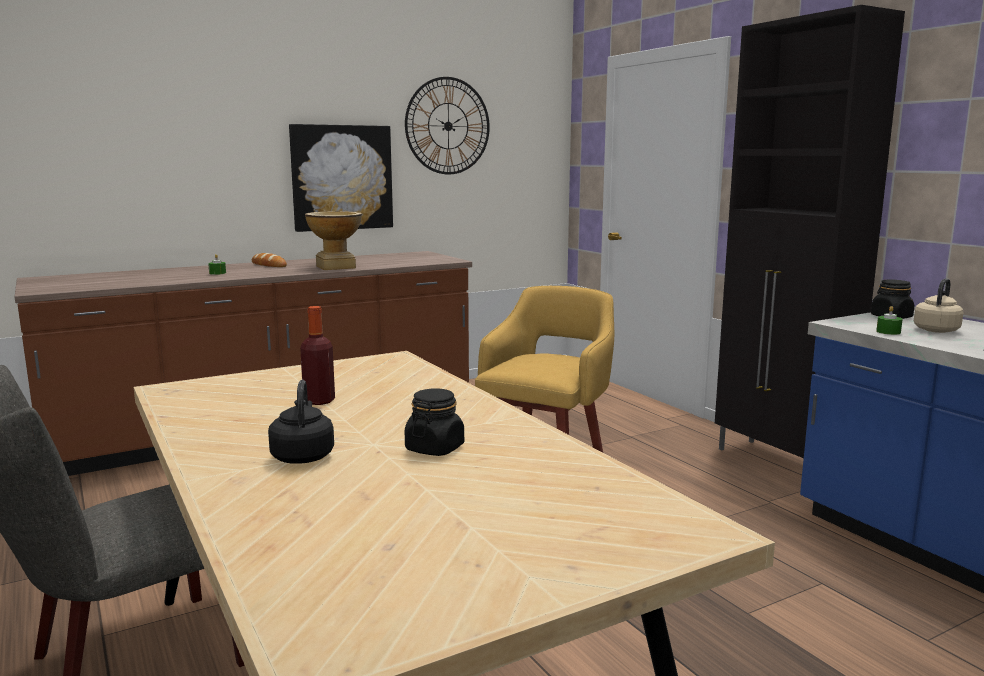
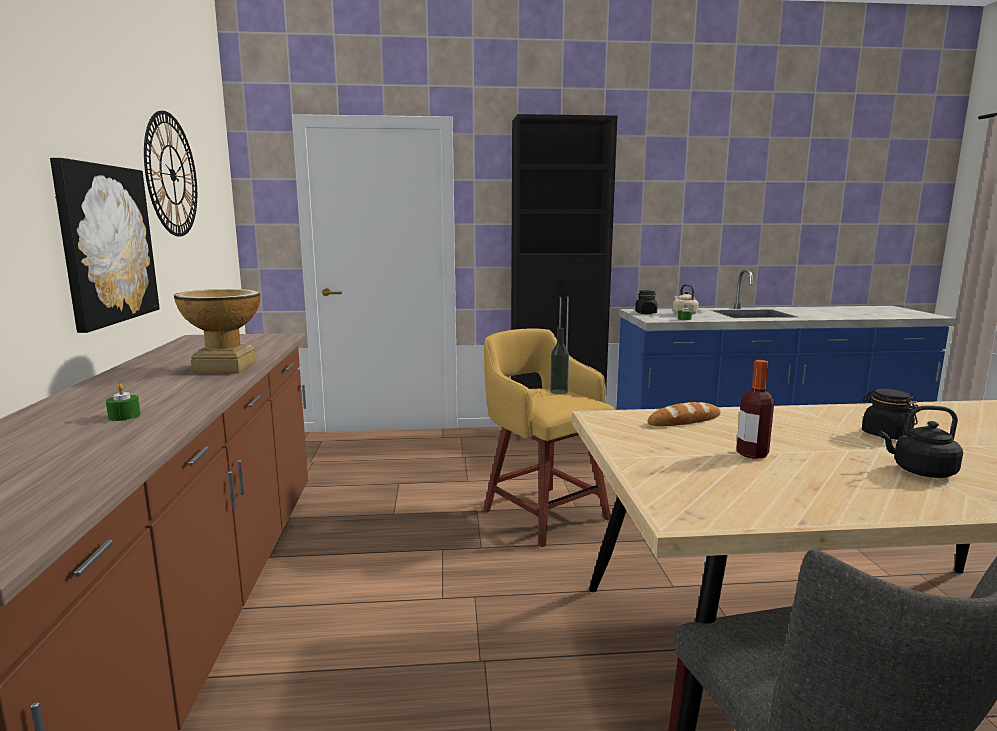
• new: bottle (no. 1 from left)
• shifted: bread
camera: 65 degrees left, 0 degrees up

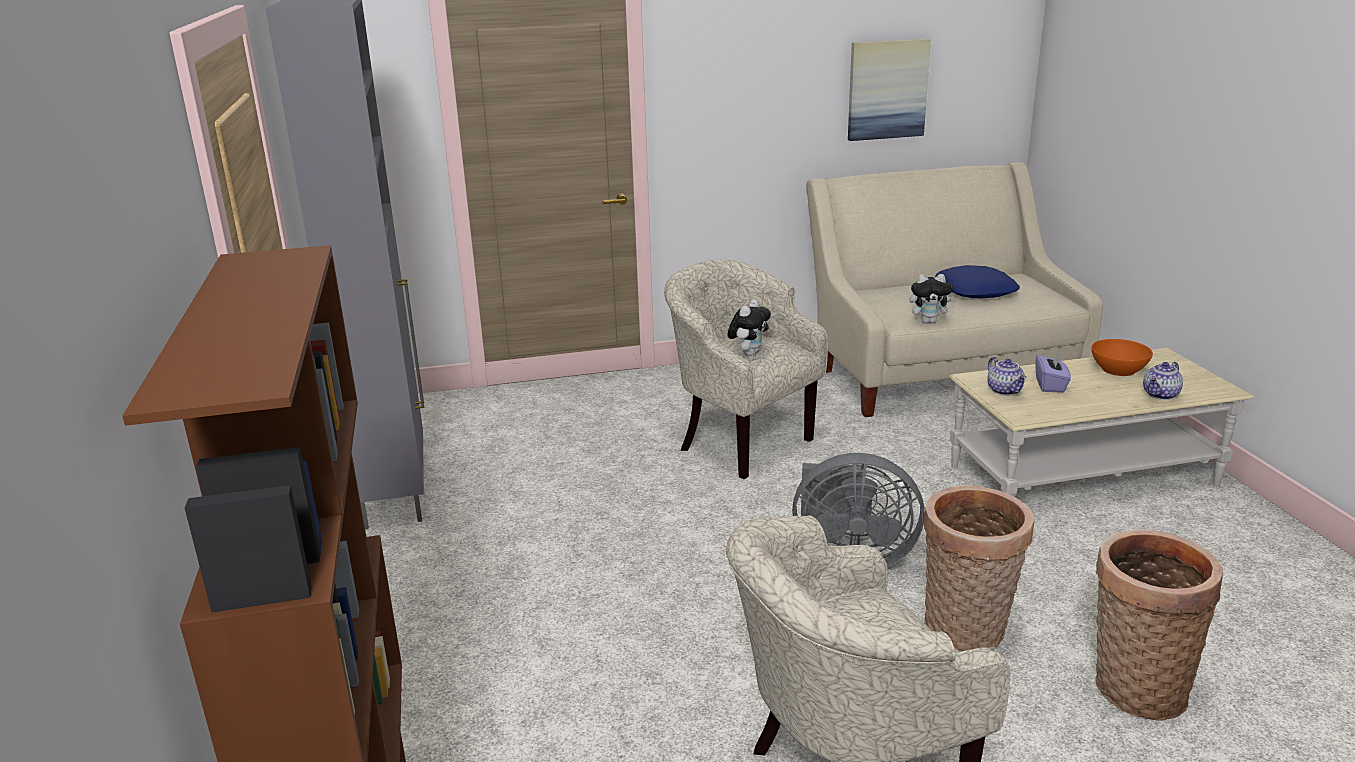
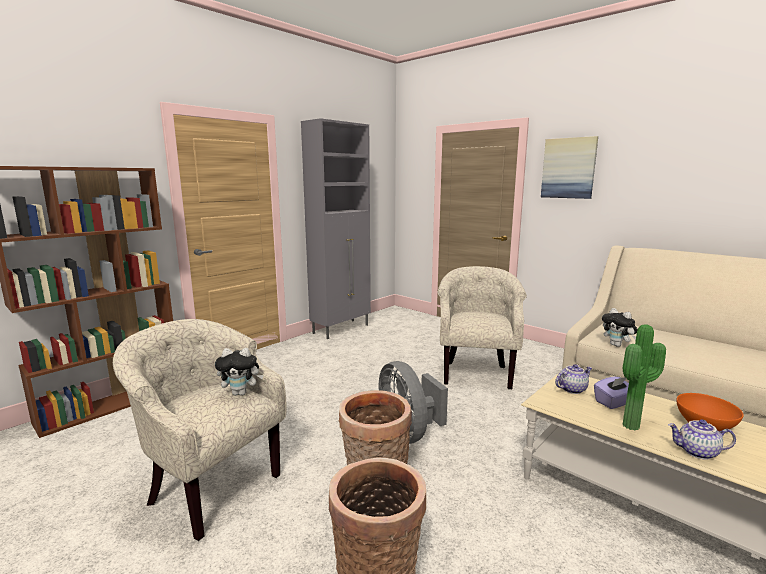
• shifted: plush toy (no. 1 from left)
• shifted: picture
• rotated: teapot (no. 1 from left) 150 degrees counterclockwise
• new: potted plant
• gone: blue pillow
camera: 55 degrees right, 10 degrees down

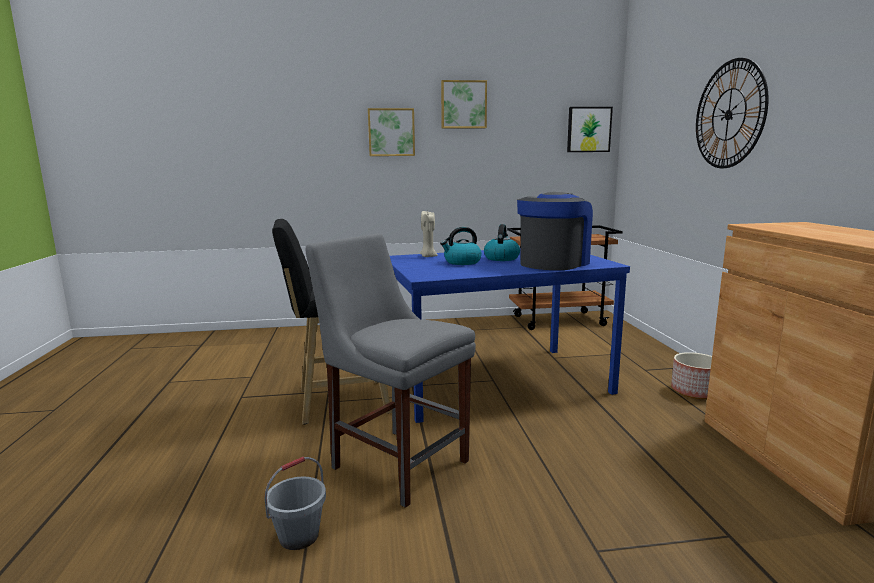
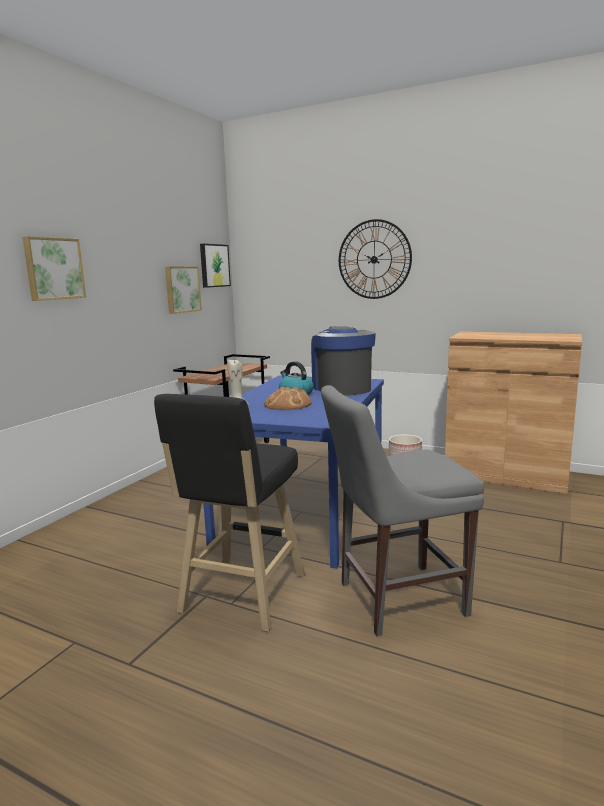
• shifted: picture (no. 2 from left)
• swapped: kettle (no. 1 from left) to bread
• gone: grey bucket
camera: 55 degrees left, 0 degrees up

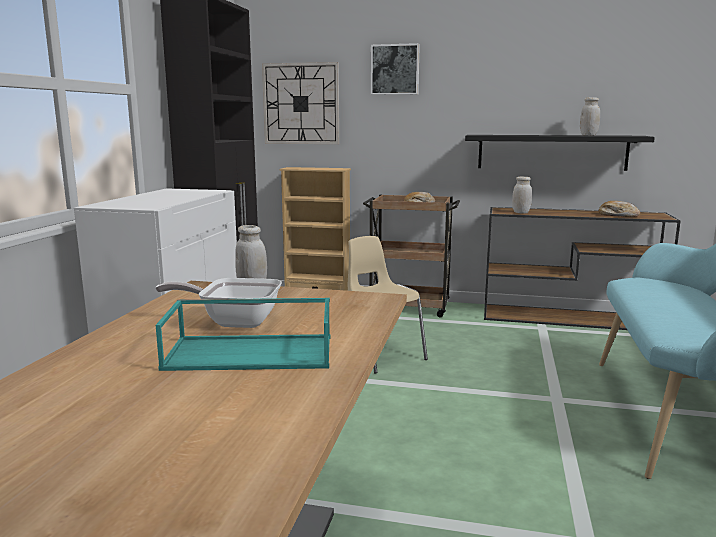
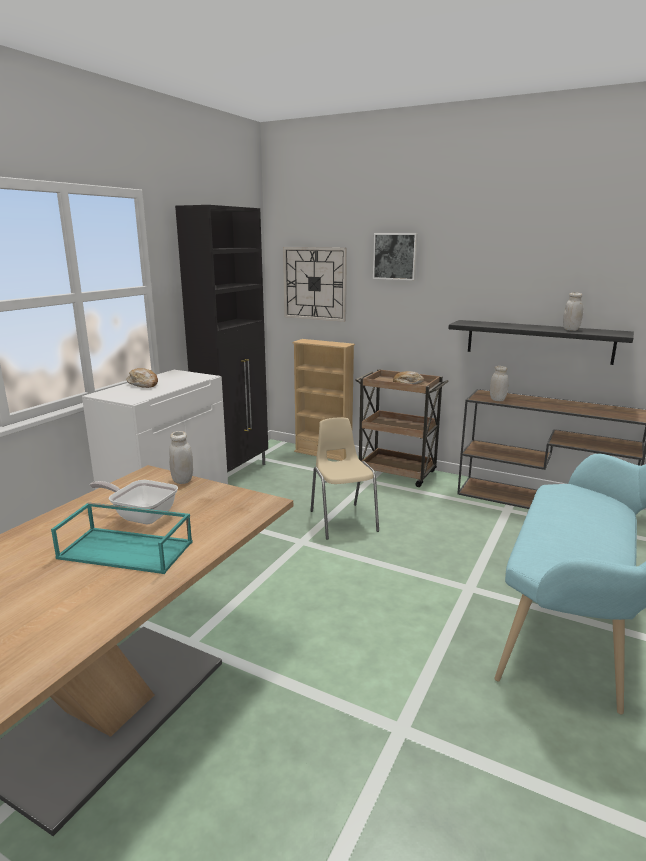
• shifted: bread (no. 2 from left in the first image) to bread (no. 1 from left)
camera: 15 degrees right, 5 degrees up

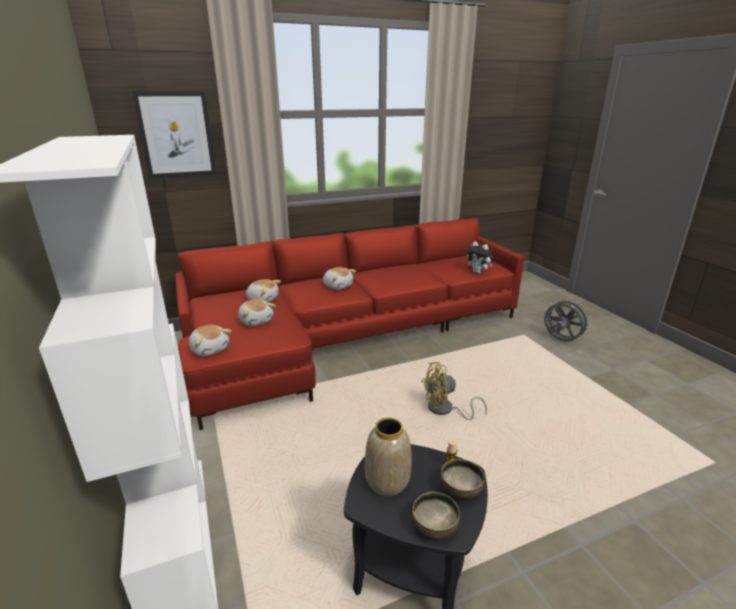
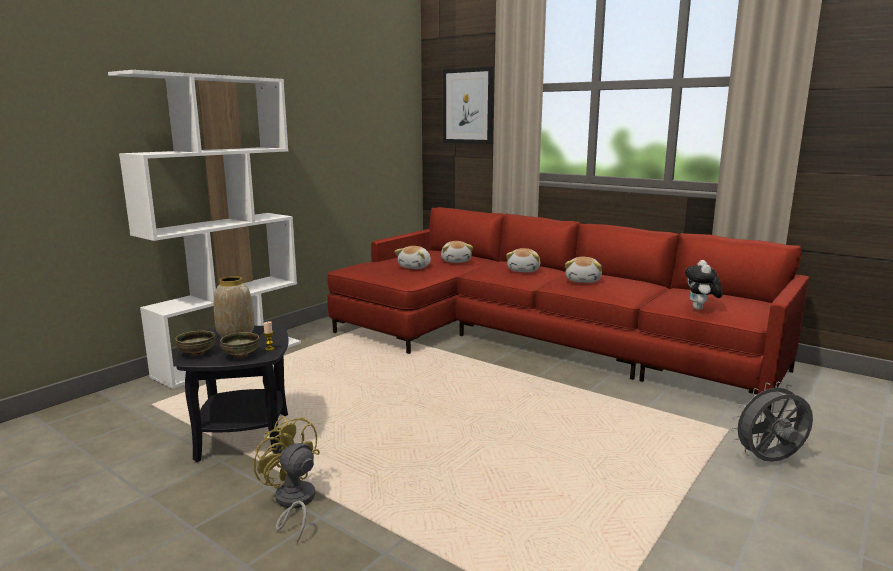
• shifted: yellow fan
• shifted: plush toy (no. 1 from left in the first image) to plush toy (no. 4 from left)
• rotated: grey fan 120 degrees counterclockwise
camera: 60 degrees right, 10 degrees down

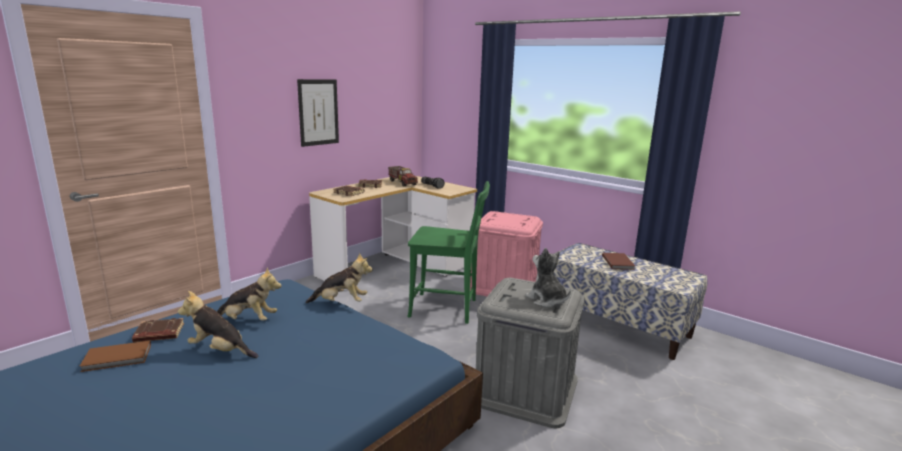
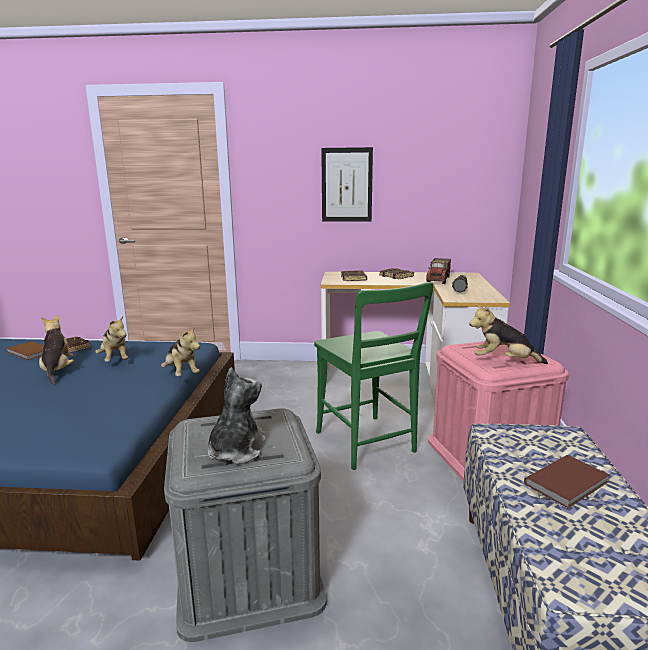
• new: plush toy (no. 5 from left)
camera: 55 degrees right, 0 degrees up

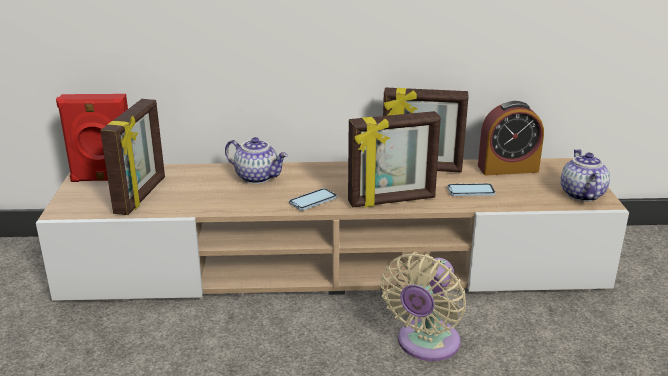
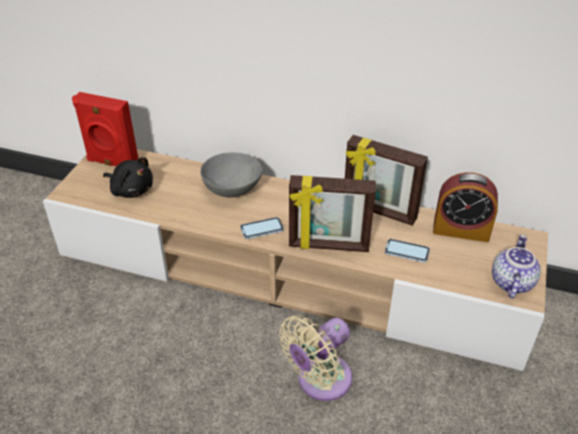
• swapped: picture frame (no. 1 from left) to black plush toy
• swapped: teapot (no. 1 from left) to grey bowl
camera: 20 degrees right, 15 degrees up

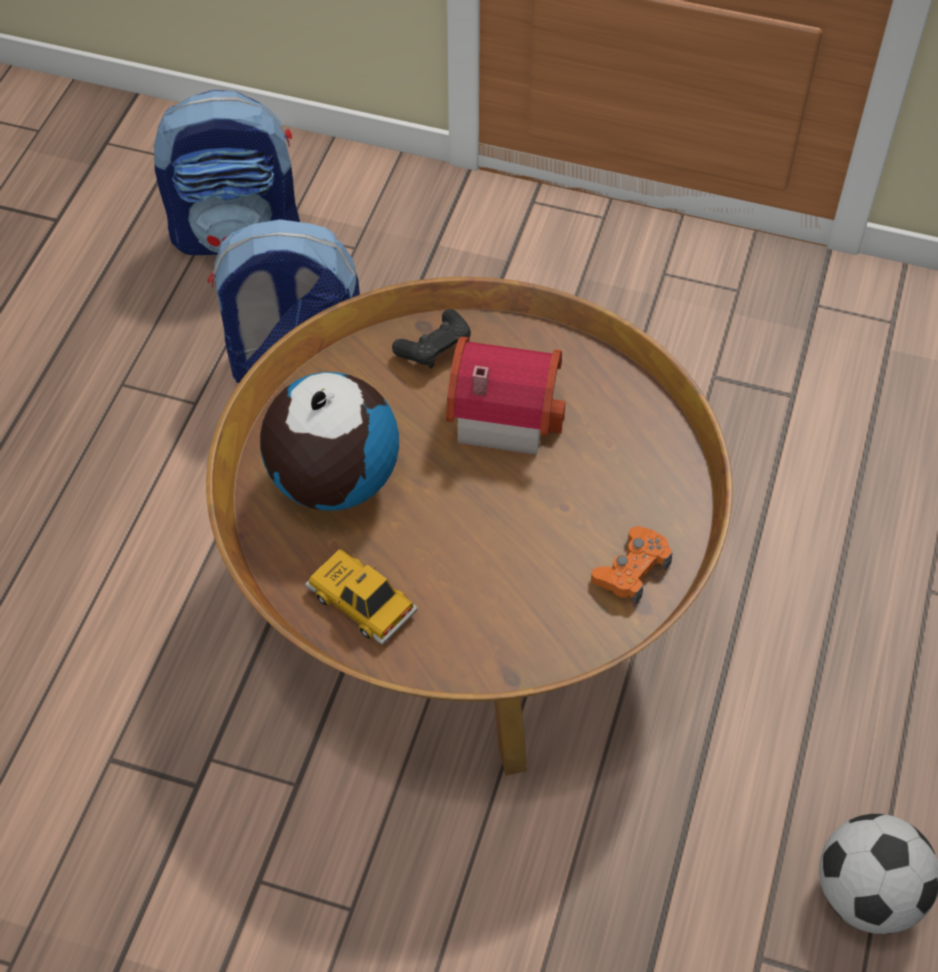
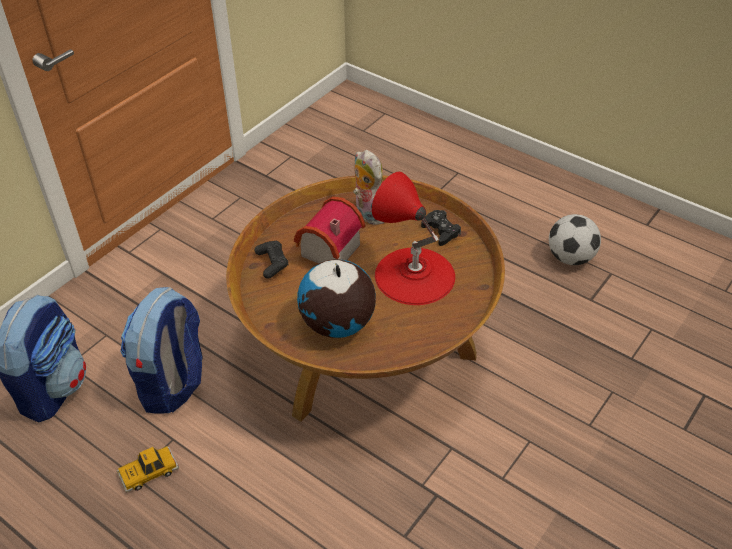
• shifted: toy car
• new: plush toy
• new: red table lamp
• repainted: orange game controller to black game controller (no. 2 from left)
camera: 70 degrees left, 10 degrees down

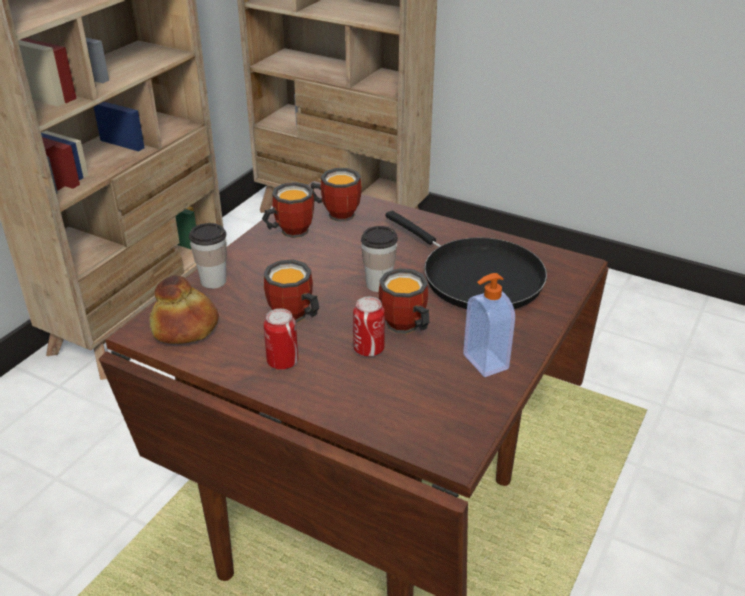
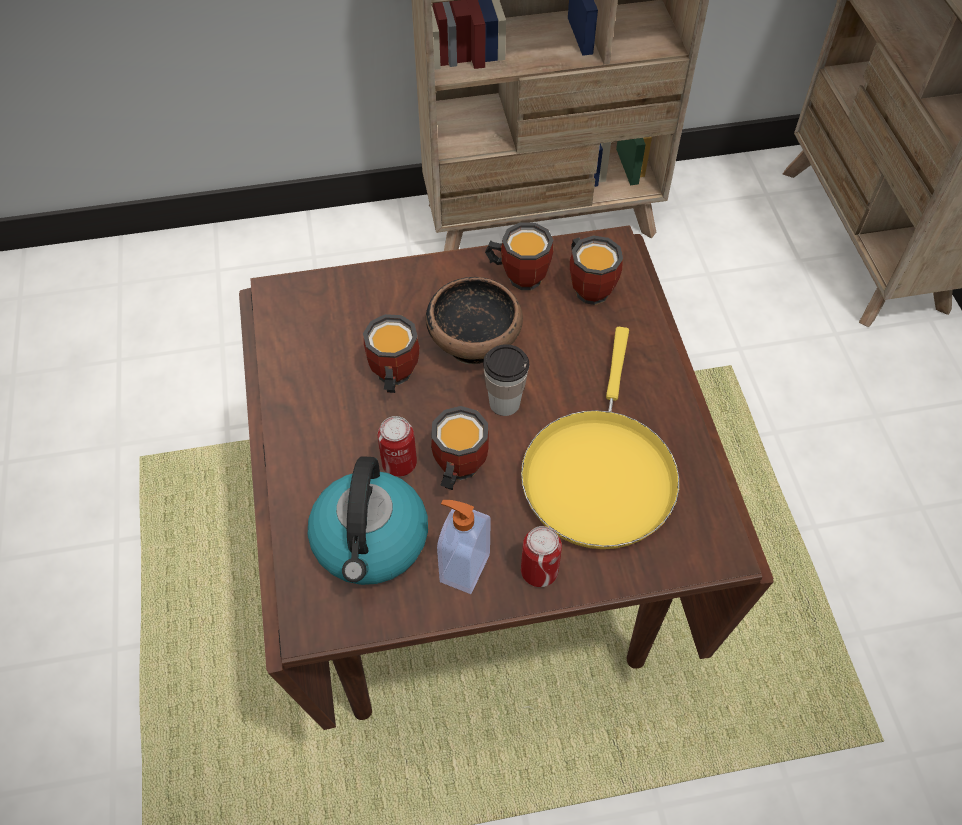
• new: kettle
• new: bowl
• repainted: black frying pan to yellow frying pan
• shifted: can (no. 1 from left in the first image) to can (no. 2 from left)
• gone: bread
• gone: cup (no. 1 from left)
camera: 50 degrees right, 20 degrees up

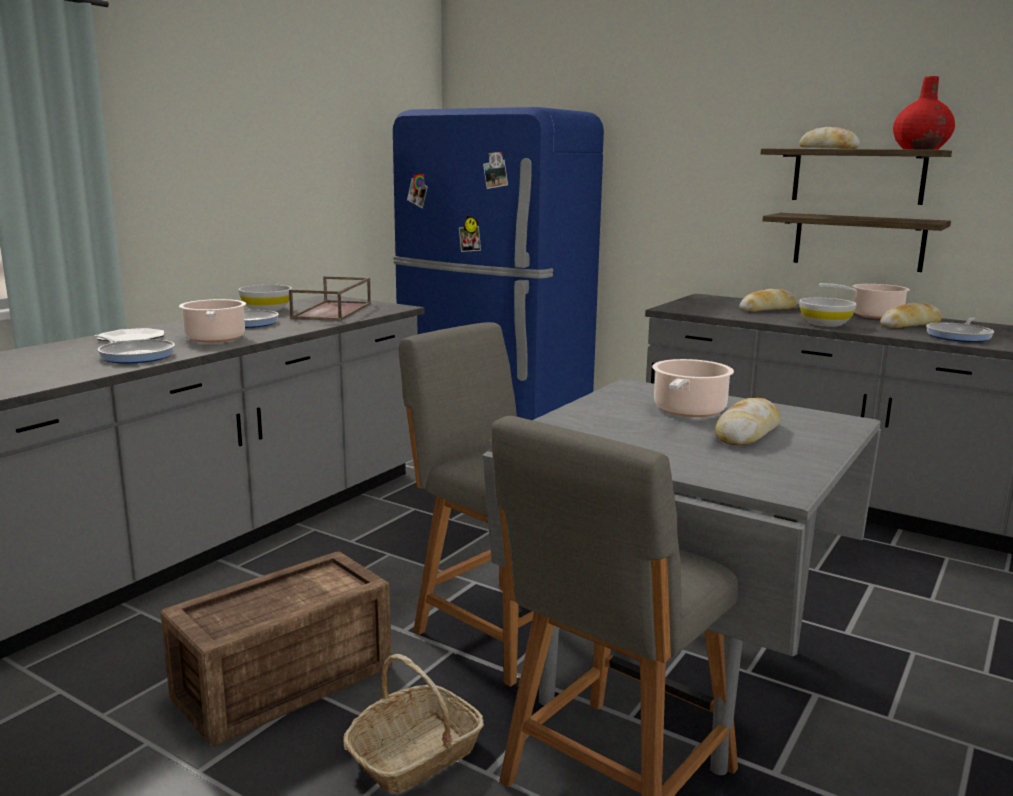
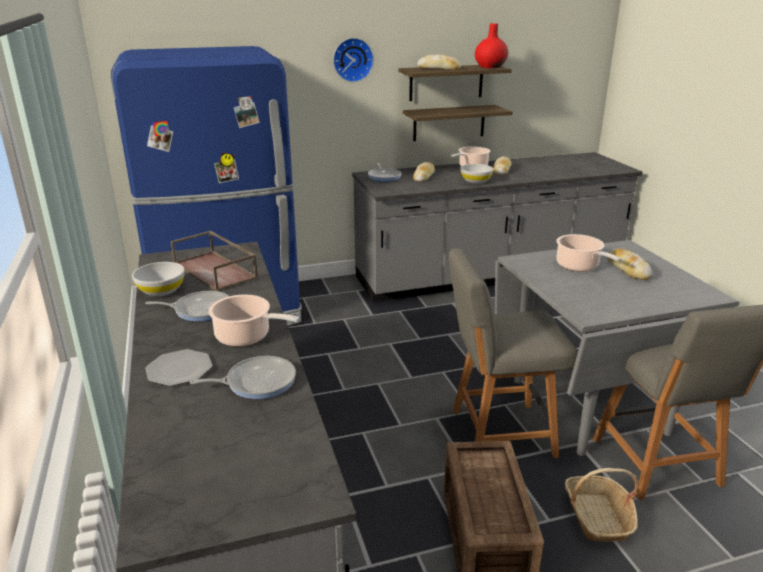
• new: wall clock
• shifted: frying pan (no. 3 from left)
camera: 50 degrees left, 10 degrees up

